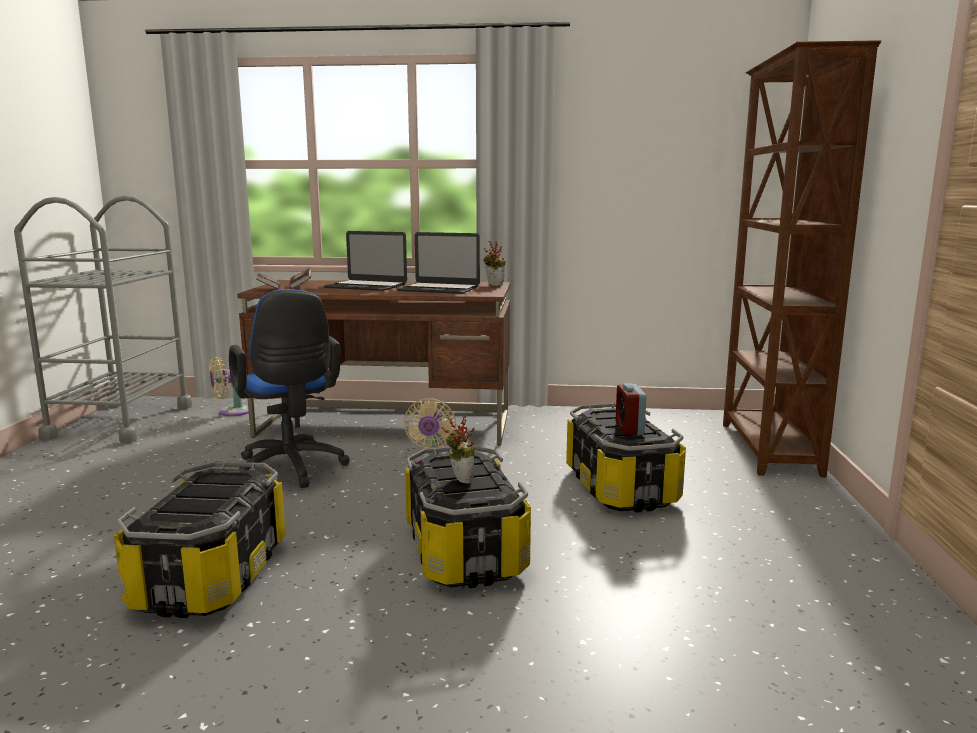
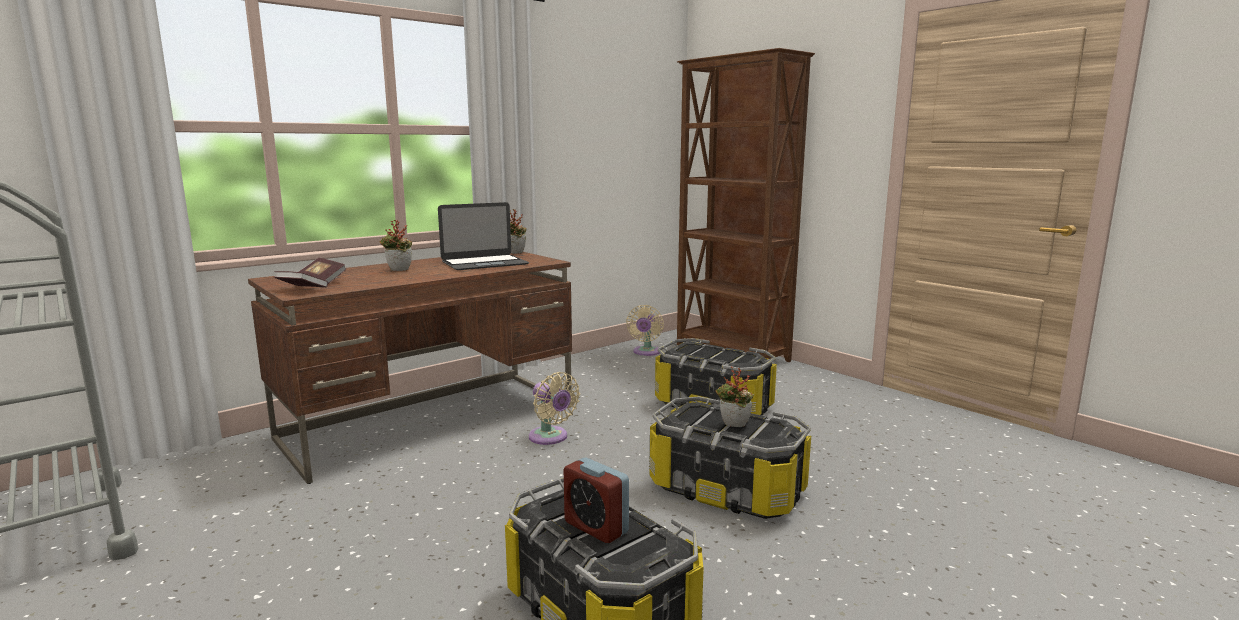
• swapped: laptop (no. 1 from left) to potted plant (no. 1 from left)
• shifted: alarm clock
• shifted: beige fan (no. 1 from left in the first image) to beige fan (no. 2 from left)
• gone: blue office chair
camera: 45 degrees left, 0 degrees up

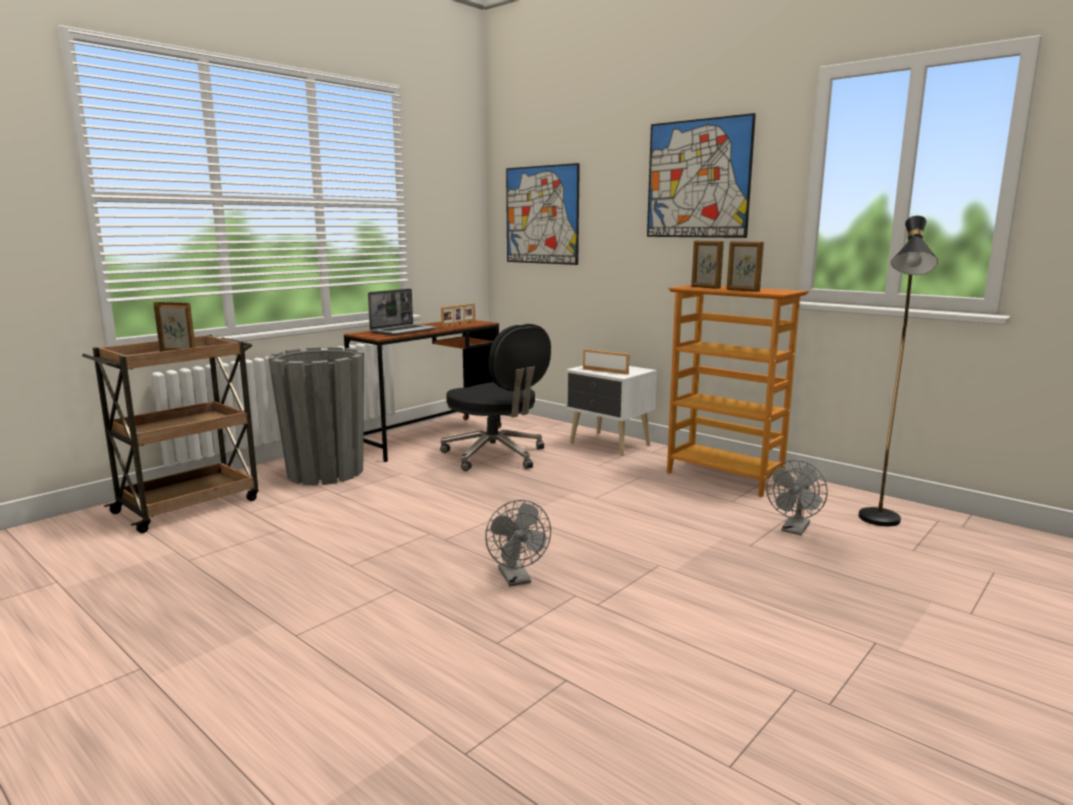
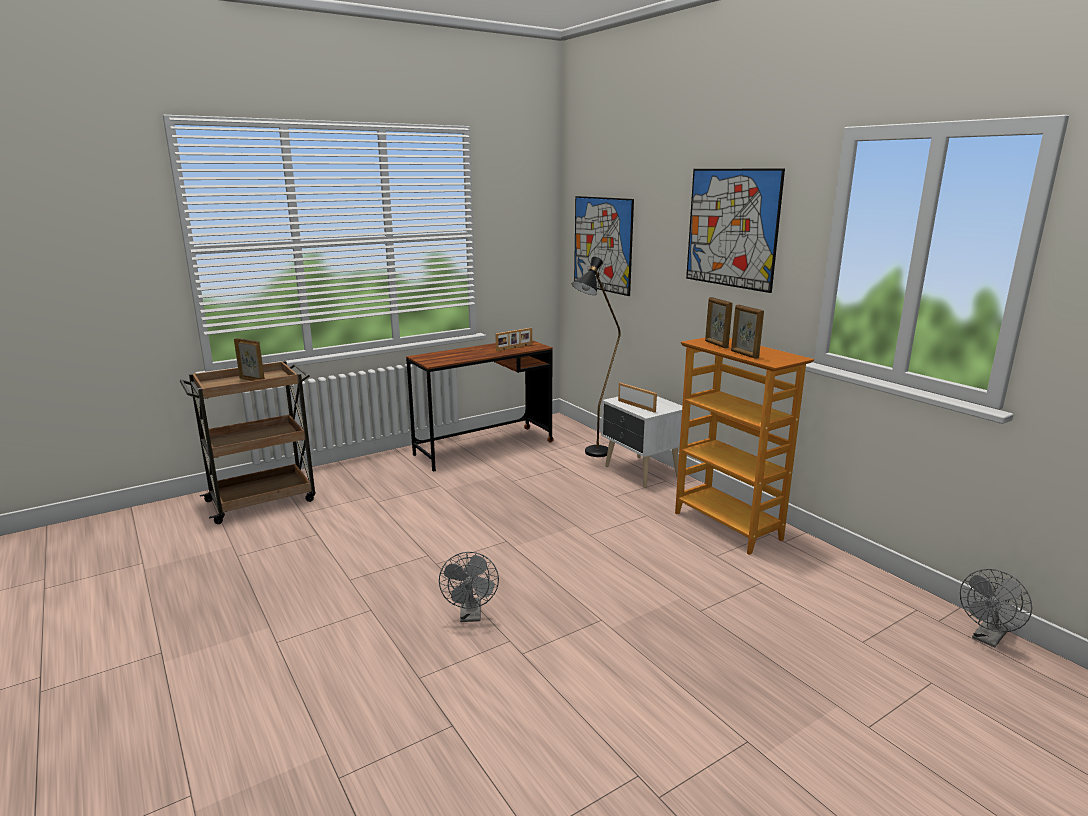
• shifted: black floor lamp
• shifted: grey fan (no. 2 from left)
• gone: grey planter
• gone: laptop
• gone: black office chair
camera: 15 degrees right, 5 degrees up

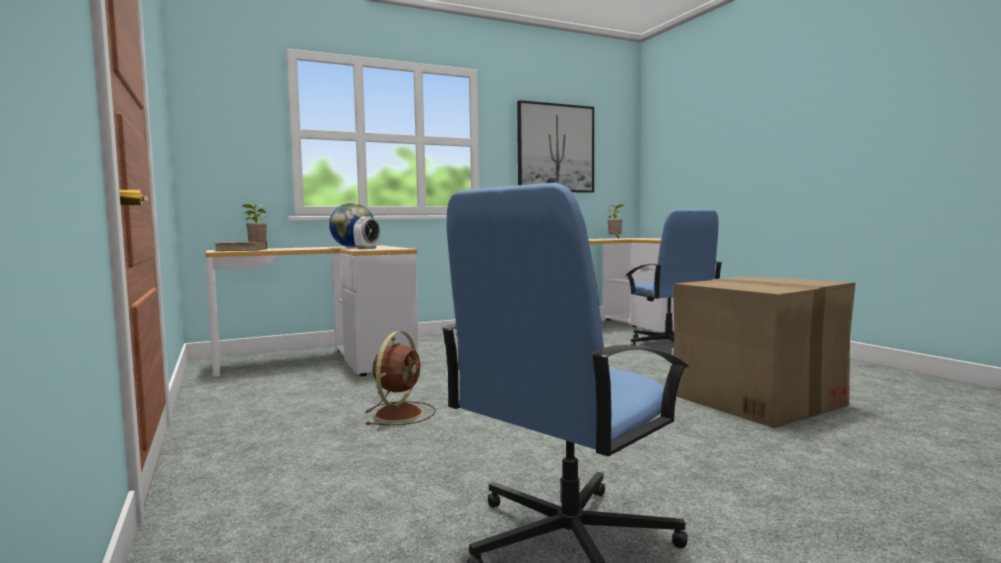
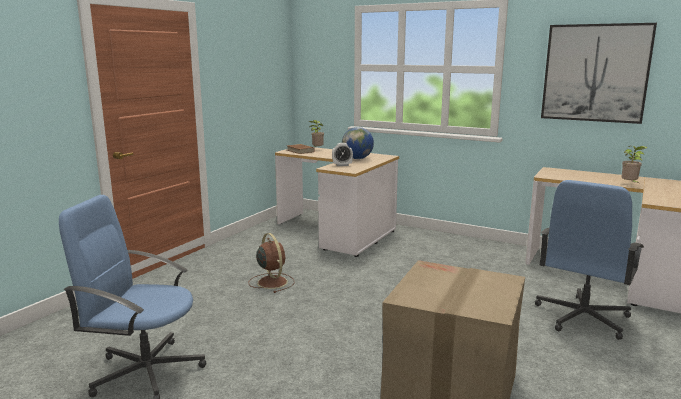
• rotated: brown fan 105 degrees counterclockwise
camera: 55 degrees right, 10 degrees up

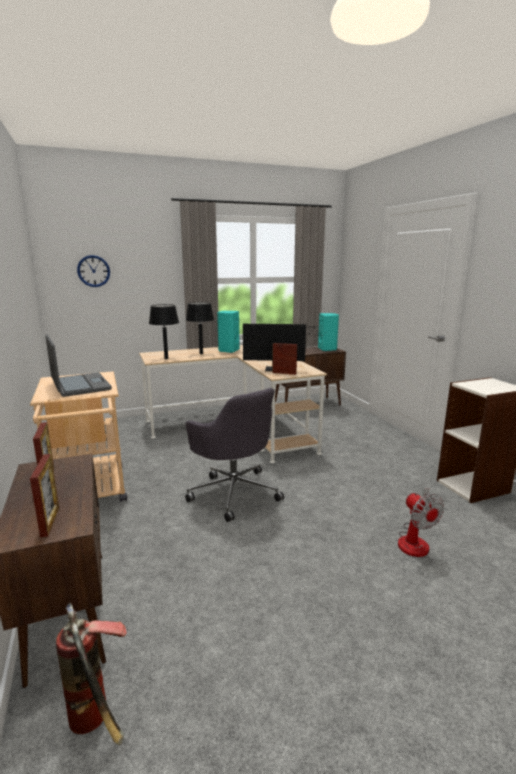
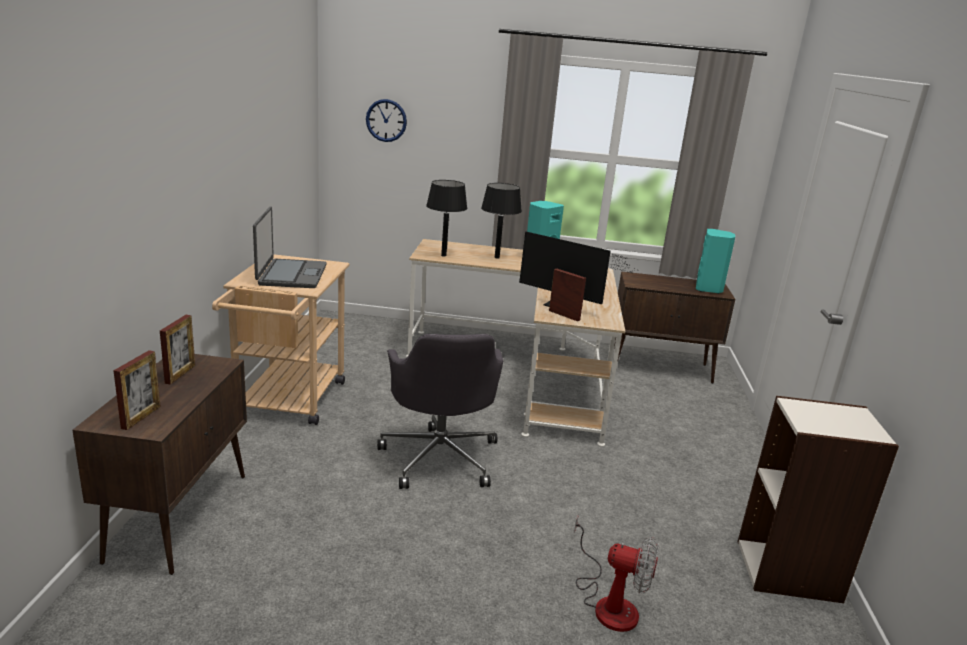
• rotated: fan 75 degrees counterclockwise
• gone: fire extinguisher
camera: 25 degrees right, 5 degrees up

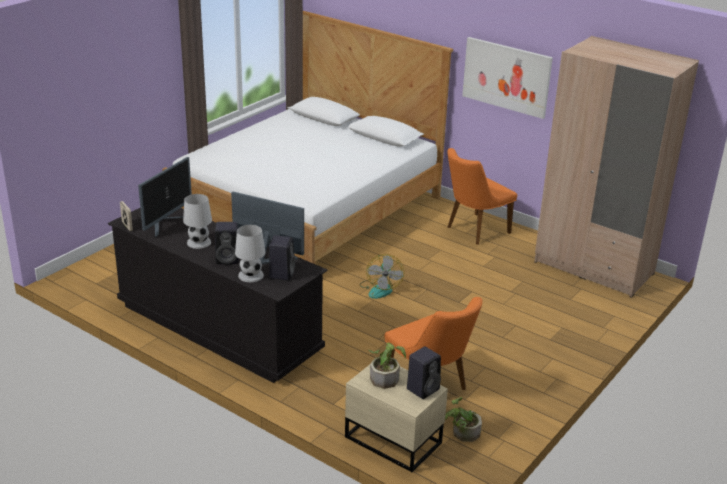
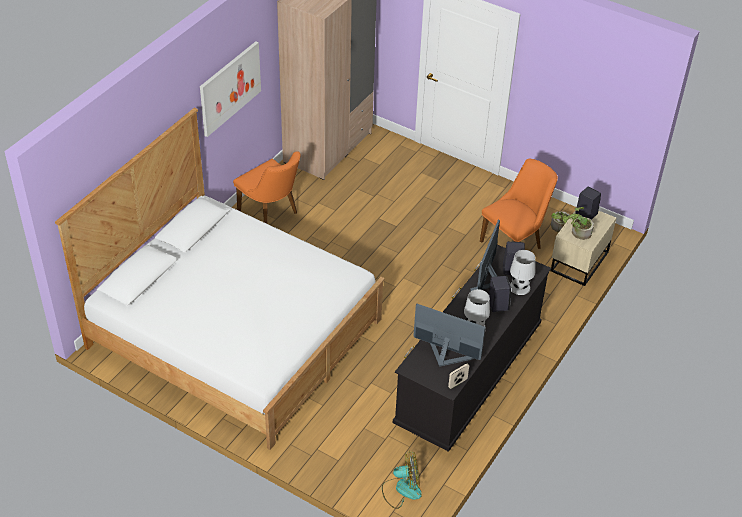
• shifted: fan
camera: 95 degrees left, 15 degrees up

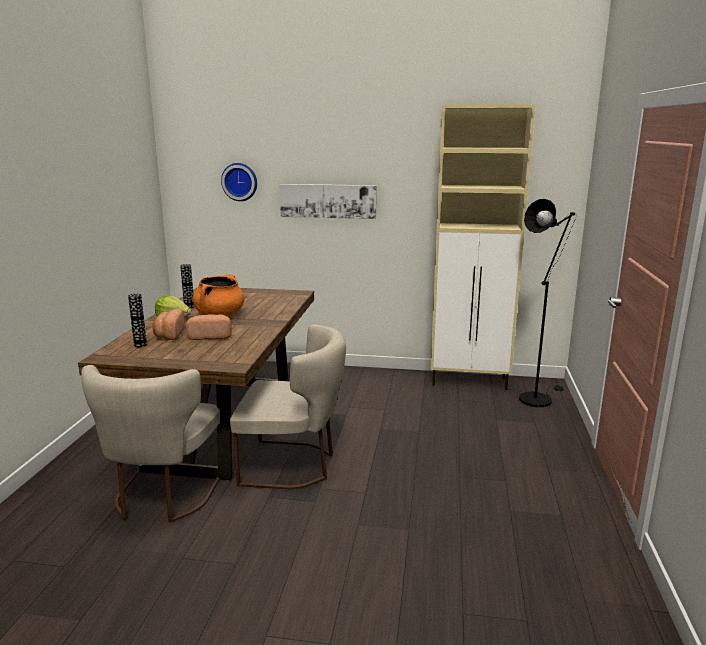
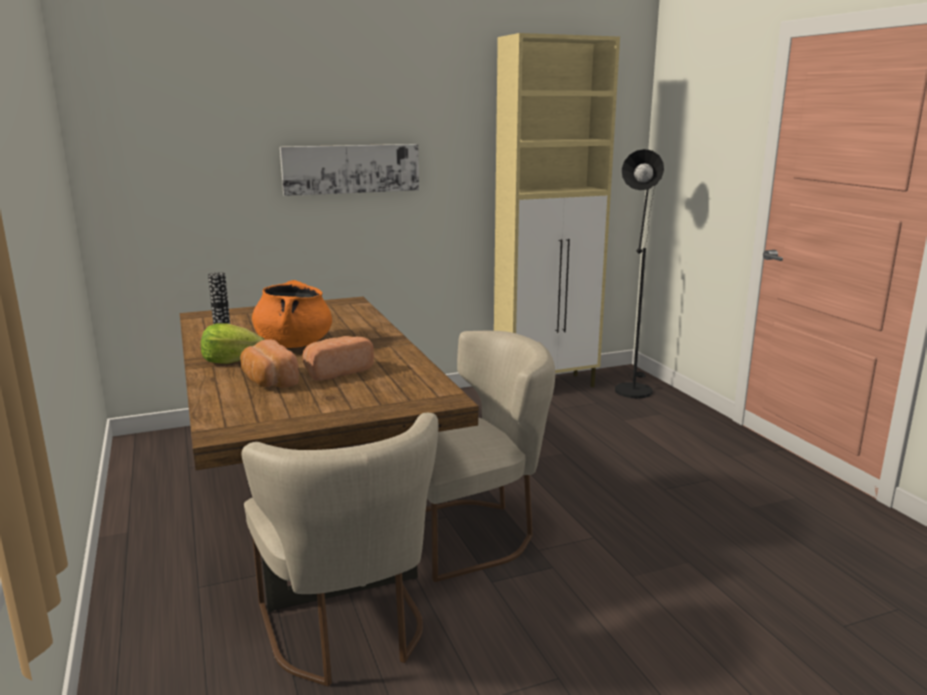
• gone: vase (no. 1 from left)
• gone: wall clock
camera: 30 degrees left, 0 degrees up

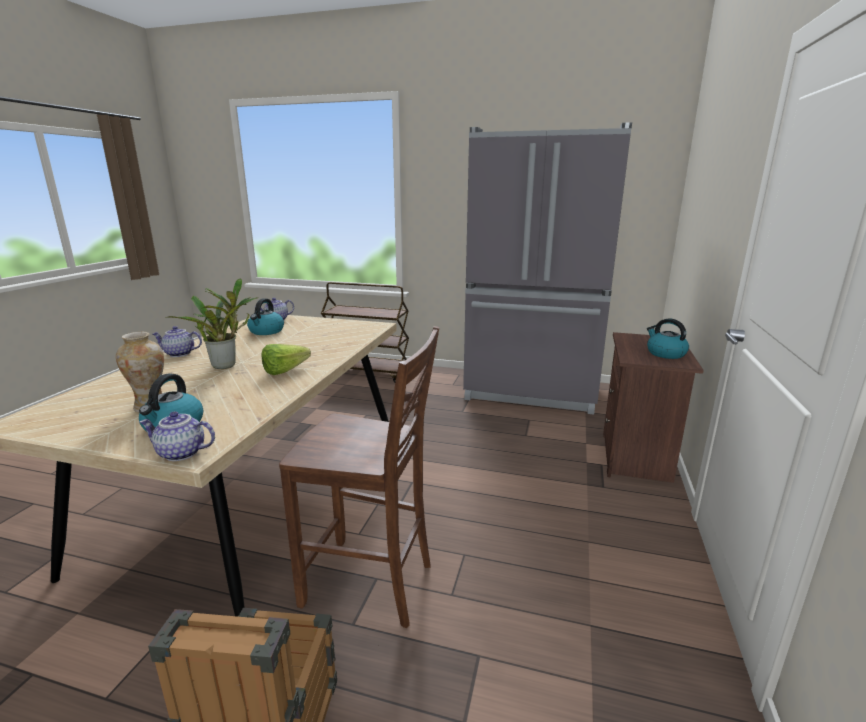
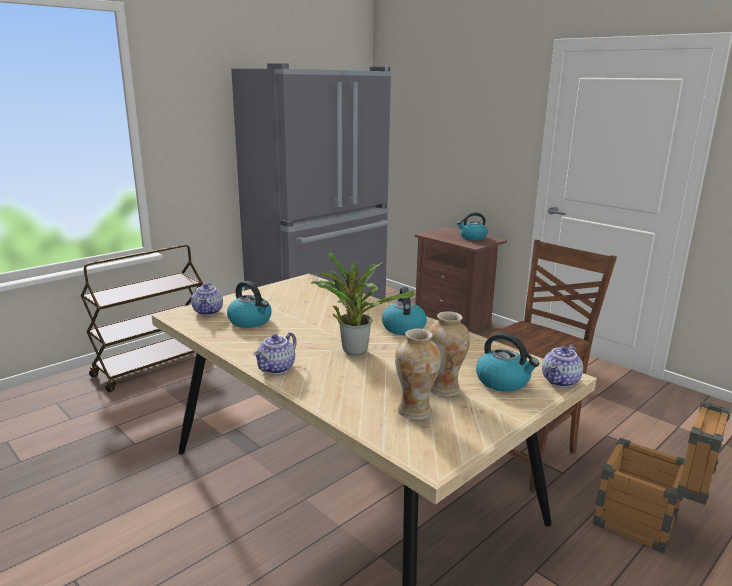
• swapped: lettuce to kettle (no. 2 from left)
• new: vase (no. 1 from left)
camera: 60 degrees left, 0 degrees up

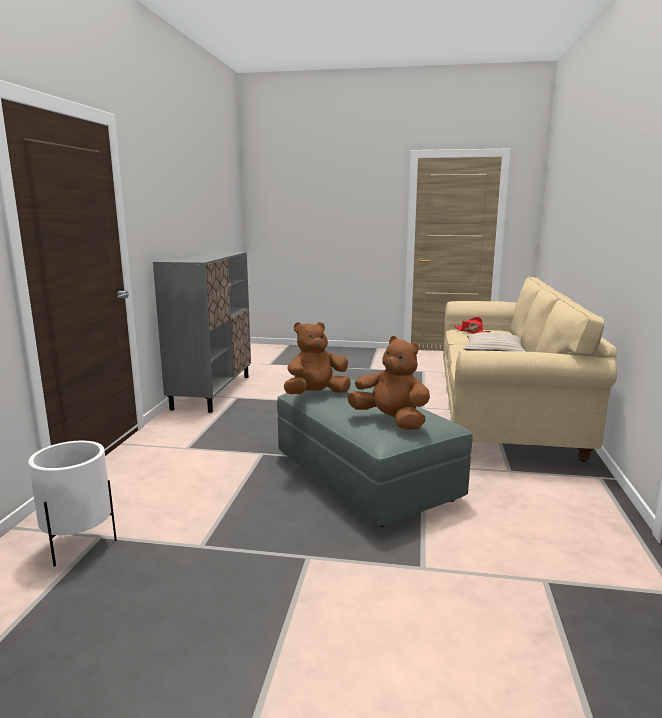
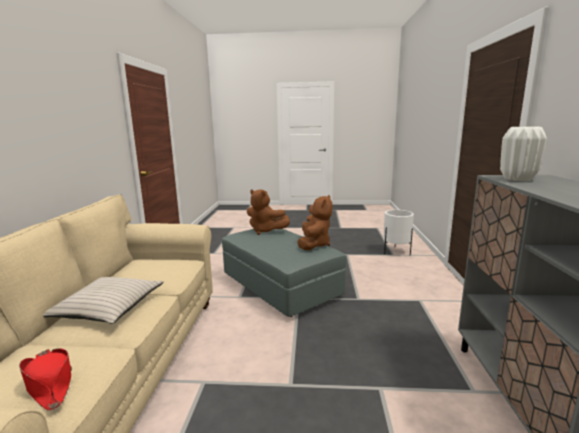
• rotated: brown plush toy (no. 1 from left in the first image) 45 degrees counterclockwise
• new: white vase
camera: 175 degrees right, 0 degrees up

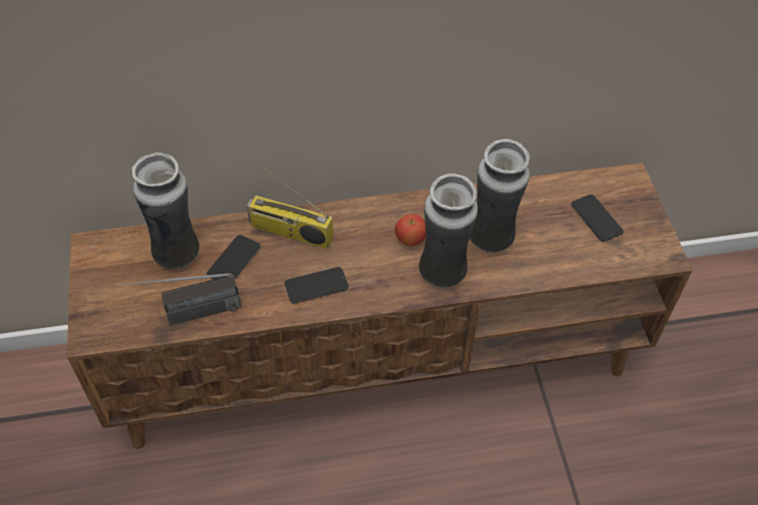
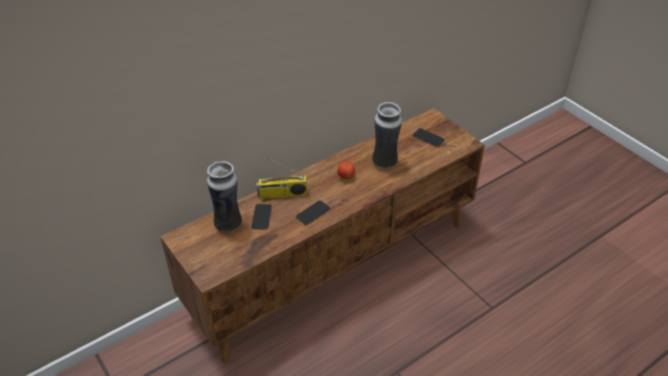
• gone: radio (no. 1 from left)
• gone: vase (no. 2 from left)
camera: 25 degrees left, 10 degrees down

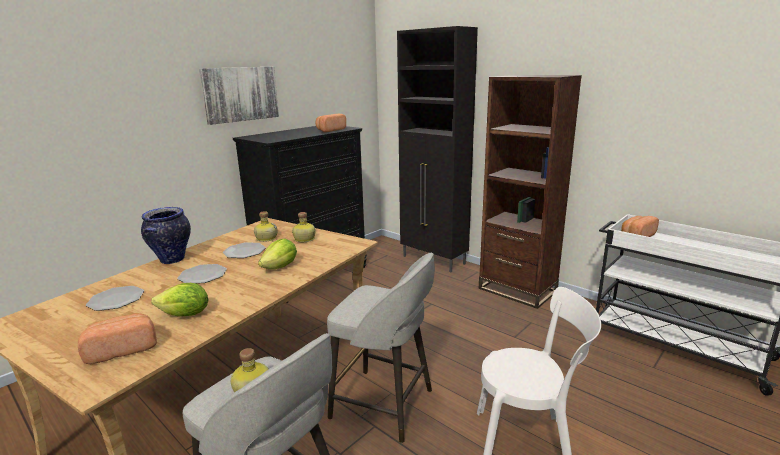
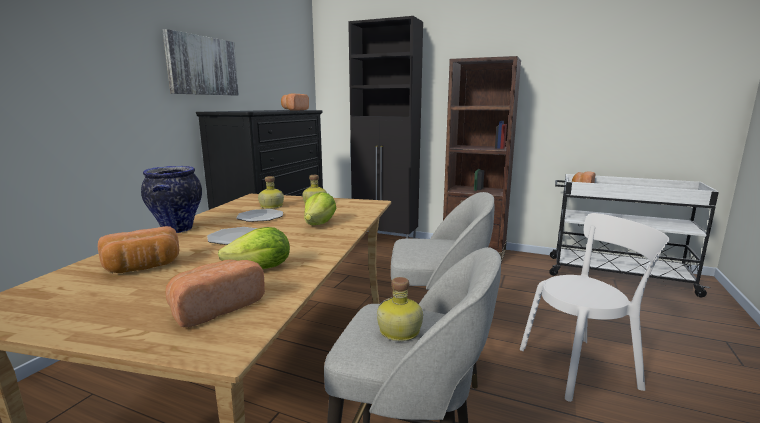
• swapped: plate (no. 1 from left) to bread (no. 1 from left)
camera: 20 degrees left, 5 degrees down

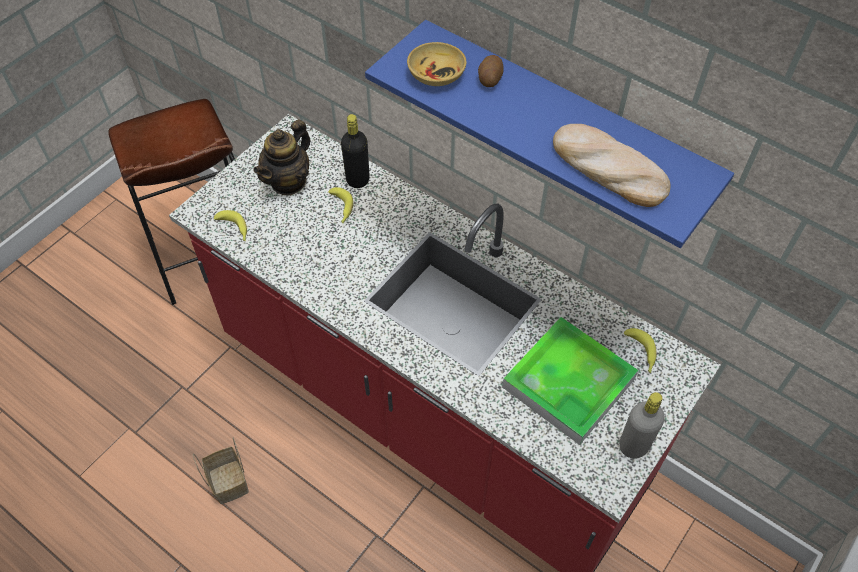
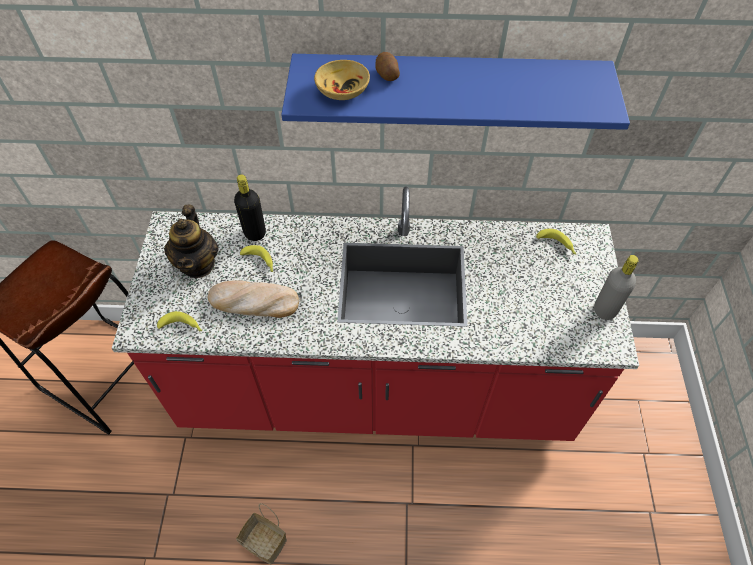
• shifted: bread
• gone: tray
camera: 35 degrees left, 0 degrees up

